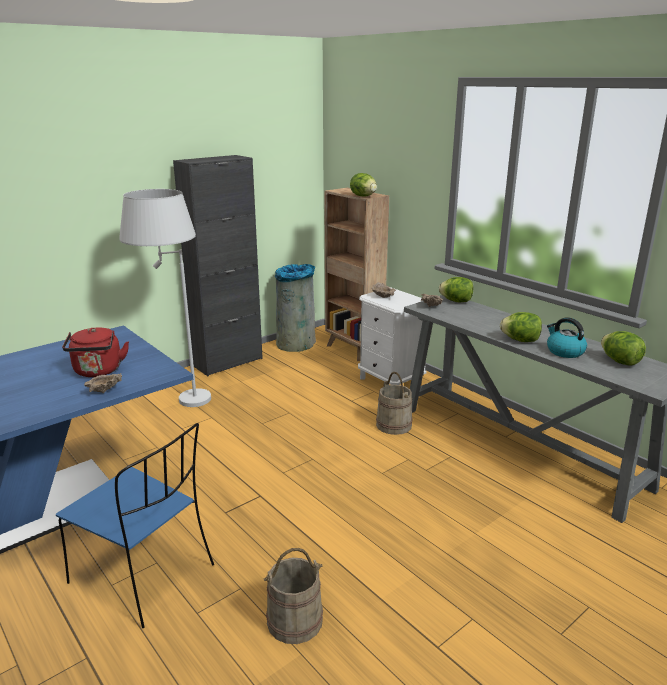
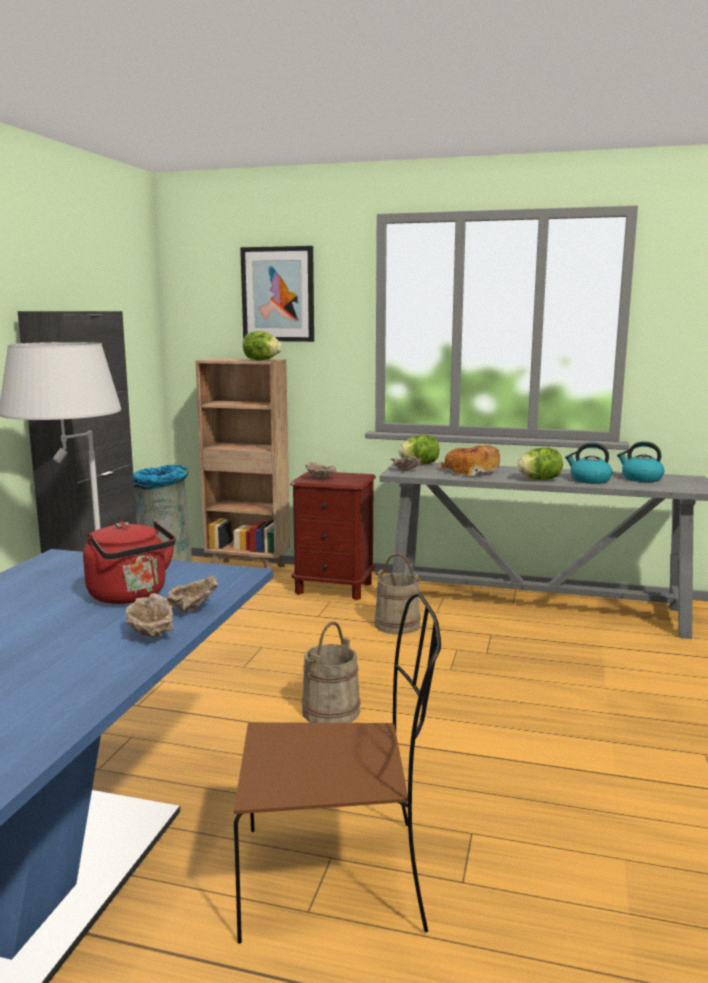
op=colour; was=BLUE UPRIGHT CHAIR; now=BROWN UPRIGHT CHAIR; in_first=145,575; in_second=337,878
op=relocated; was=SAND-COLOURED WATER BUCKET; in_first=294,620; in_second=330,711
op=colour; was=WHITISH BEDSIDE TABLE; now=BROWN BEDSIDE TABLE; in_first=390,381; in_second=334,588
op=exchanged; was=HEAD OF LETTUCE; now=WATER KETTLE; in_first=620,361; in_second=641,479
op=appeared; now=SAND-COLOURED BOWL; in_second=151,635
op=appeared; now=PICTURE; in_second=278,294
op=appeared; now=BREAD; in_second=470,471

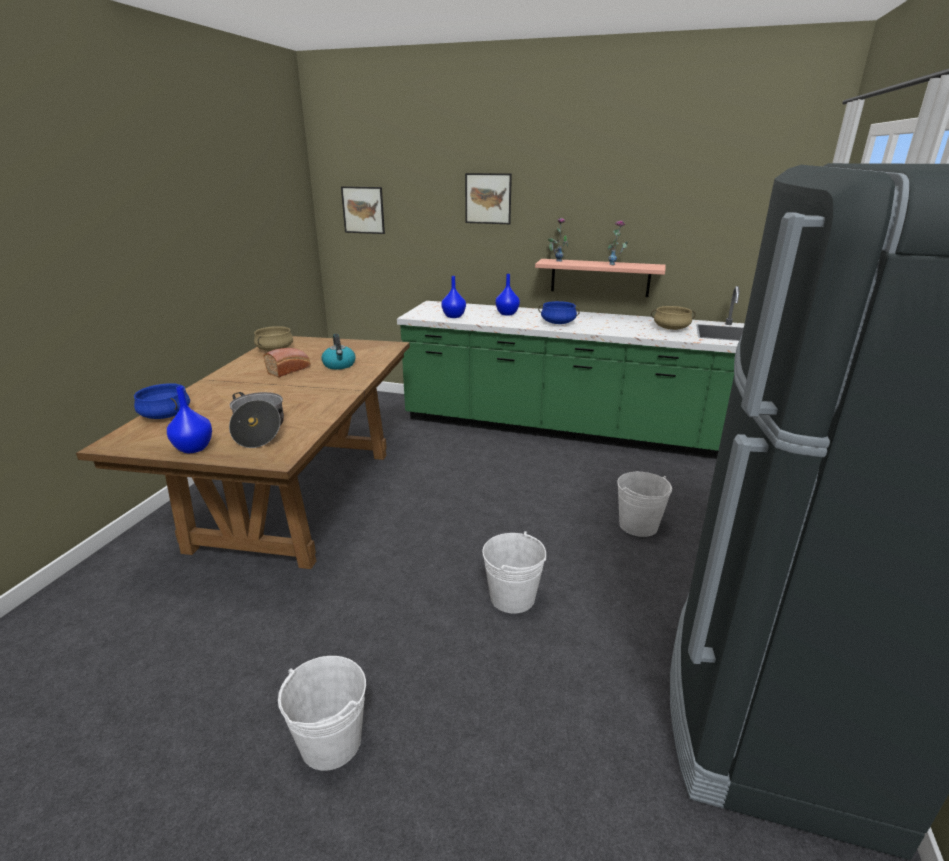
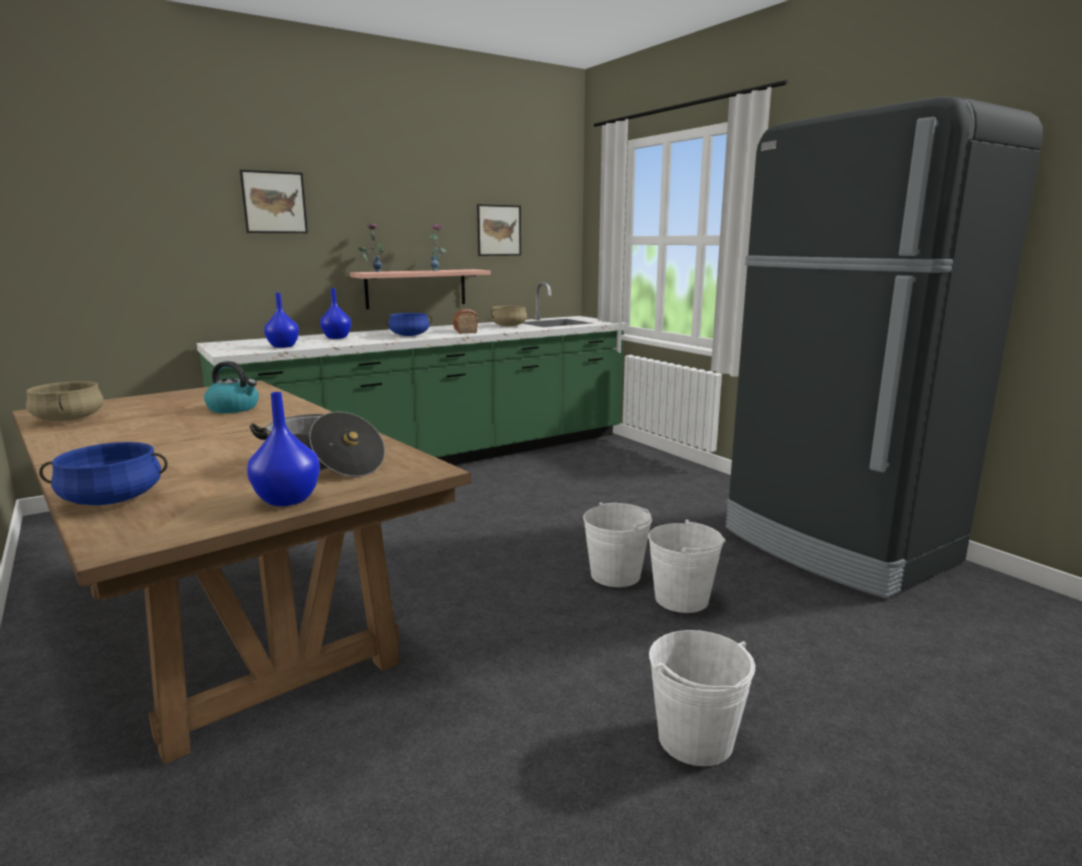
op=relocated; was=BREAD; in_first=290,370; in_second=465,331
op=relocated; was=PICTURE; in_first=363,210; in_second=499,230
op=relocated; was=WHITISH WATER BUCKET; in_first=638,525; in_second=681,599

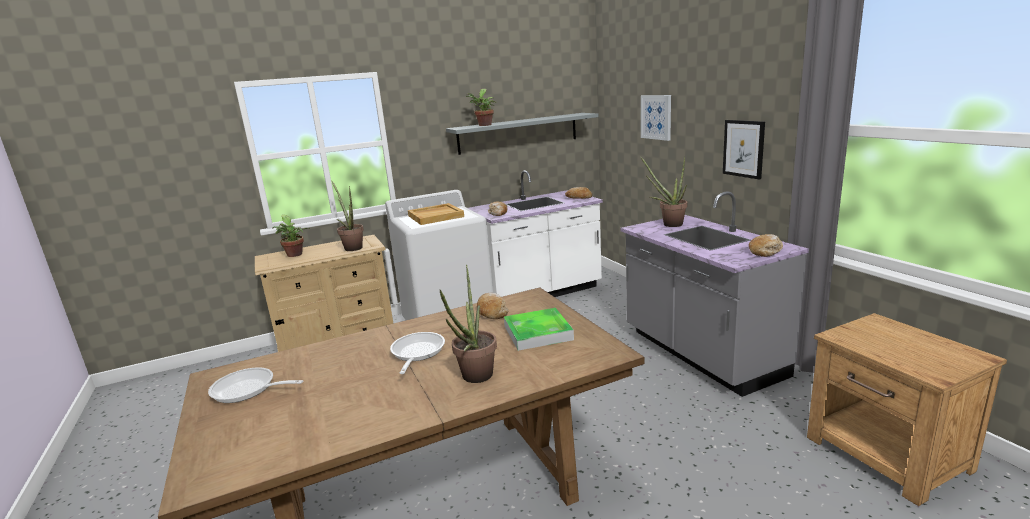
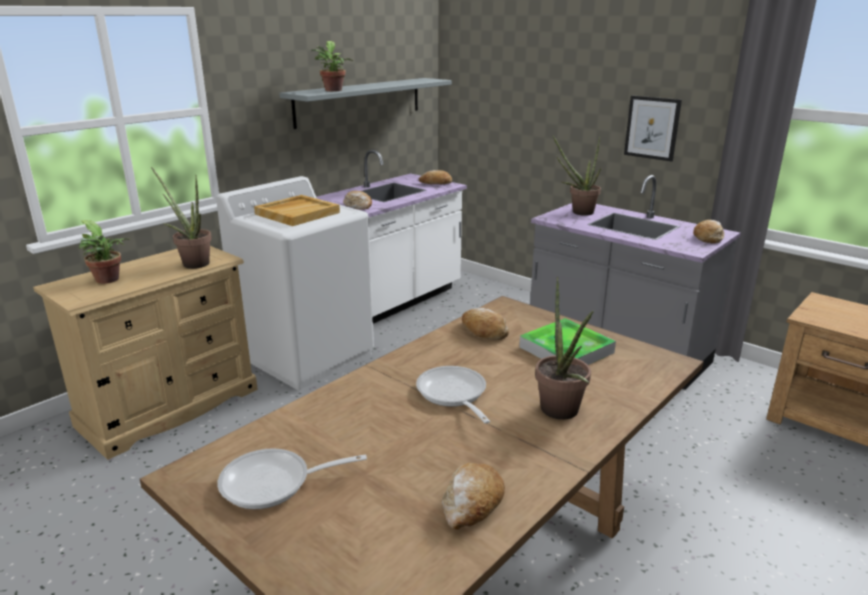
op=missing; was=PICTURE; in_first=656,117
op=appeared; now=BREAD; in_second=471,504

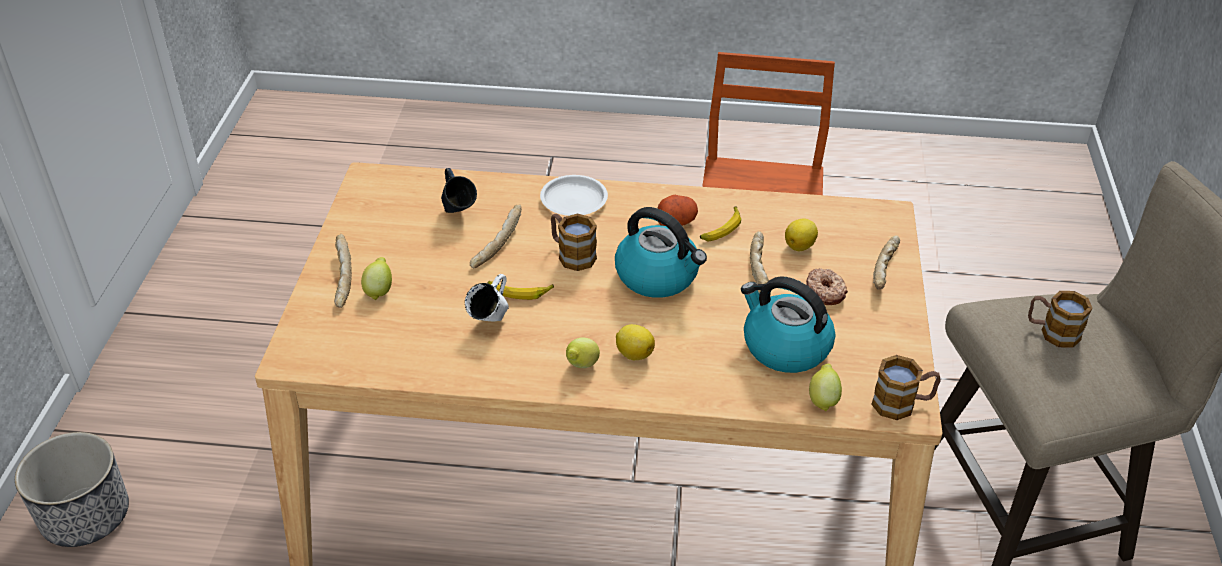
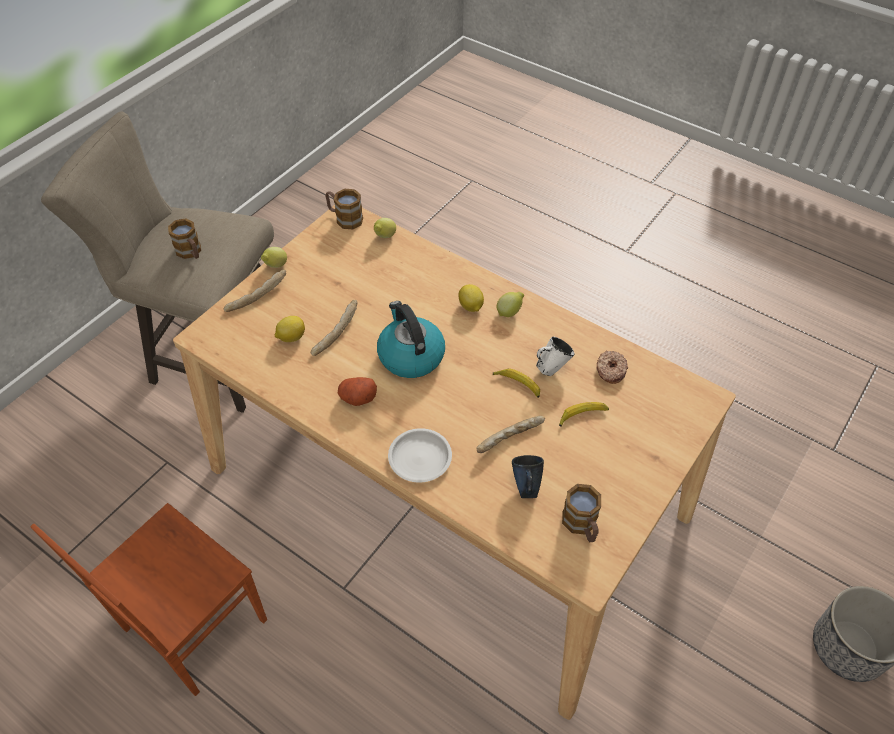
op=missing; was=BREAD; in_first=341,278
op=relocated; was=LEMON; in_first=379,290; in_second=275,266
op=relocated; was=MUG; in_first=571,254; in_second=582,526
op=relocated; was=BANANA FRUIT; in_first=721,229; in_second=582,416
op=missing; was=WATER KETTLE; in_first=784,347
op=relocated; was=RING DOUGHNUT; in_first=825,292; in_second=610,370

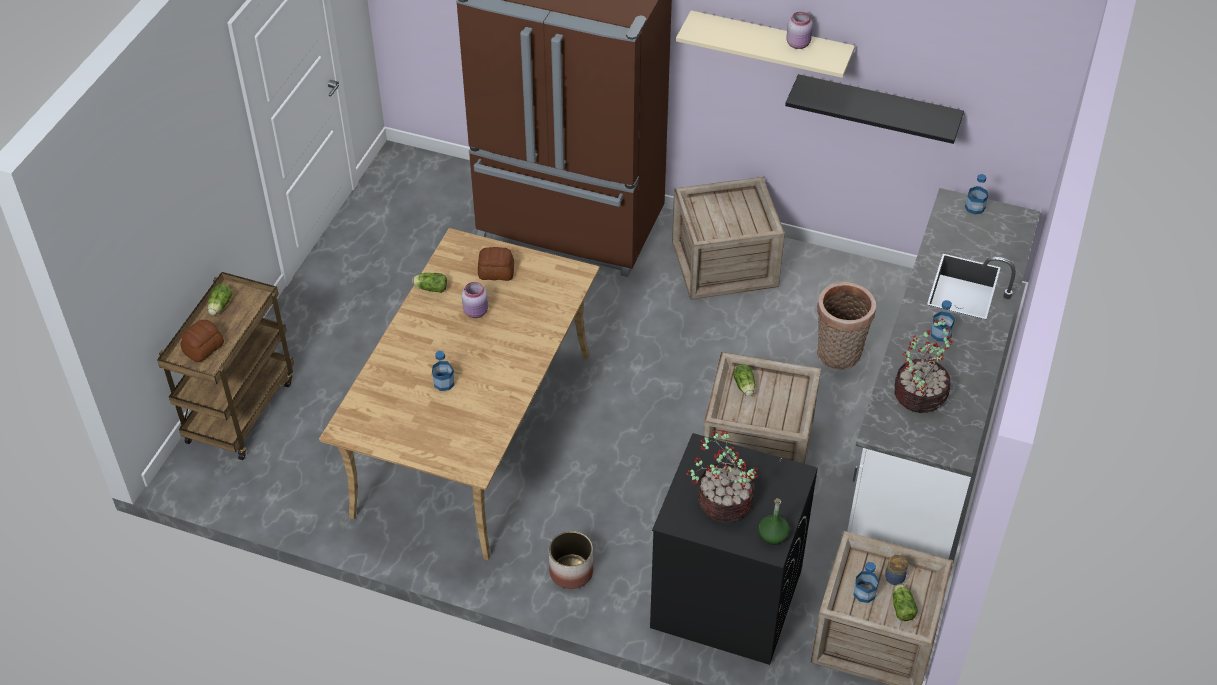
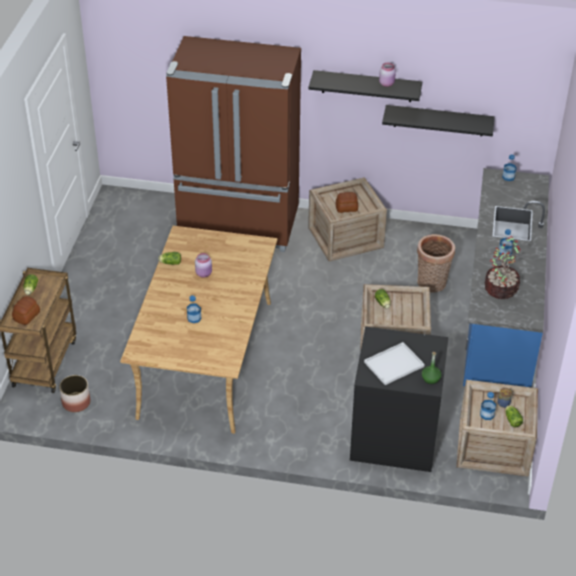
op=relocated; was=BREAD; in_first=496,272; in_second=347,208
op=relocated; was=PLANTER; in_first=571,572; in_second=76,403
op=colour; was=SAND-COLOURED WALL SHELF; now=BLACKISH WALL SHELF; in_first=770,43; in_second=367,86
op=exchanged; was=POTTED PLANT; now=WHITISH SERVING TRAY; in_first=722,502; in_second=394,363
op=colour; was=WHITISH COUNTER; now=BLUE COUNTER; in_first=930,421; in_second=498,316

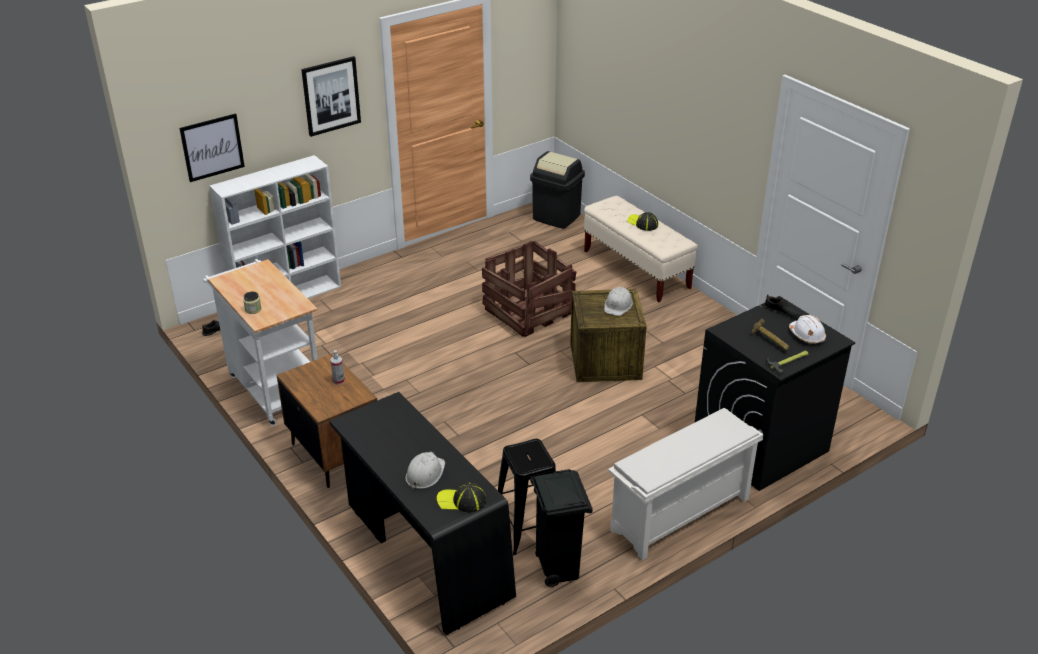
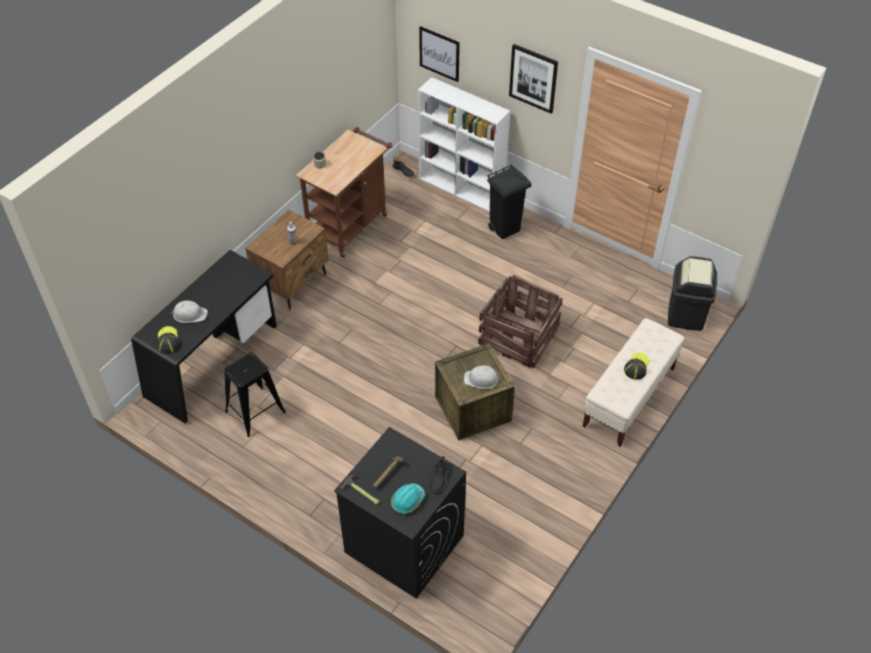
op=colour; was=WHITISH TROLLEY; now=BROWN TROLLEY; in_first=273,387; in_second=351,224
op=relocated; was=BLACKISH TRASH CAN; in_first=557,569; in_second=505,229
op=missing; was=WHITISH SHOE SHELF; in_first=679,516
op=colour; was=WHITISH WORK HELMET; now=TURQUOISE-COLOURED WORK HELMET; in_first=807,335; in_second=407,501

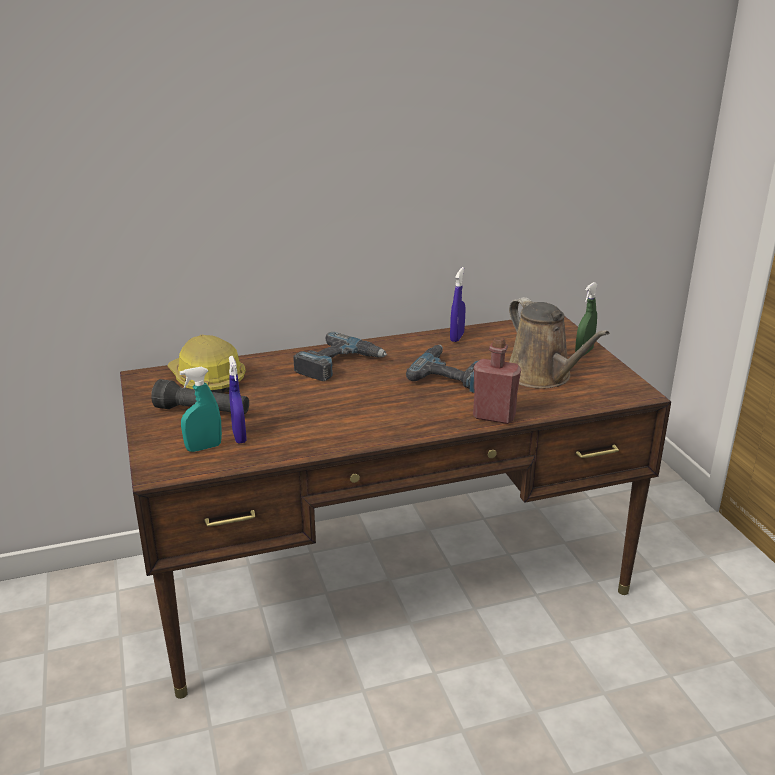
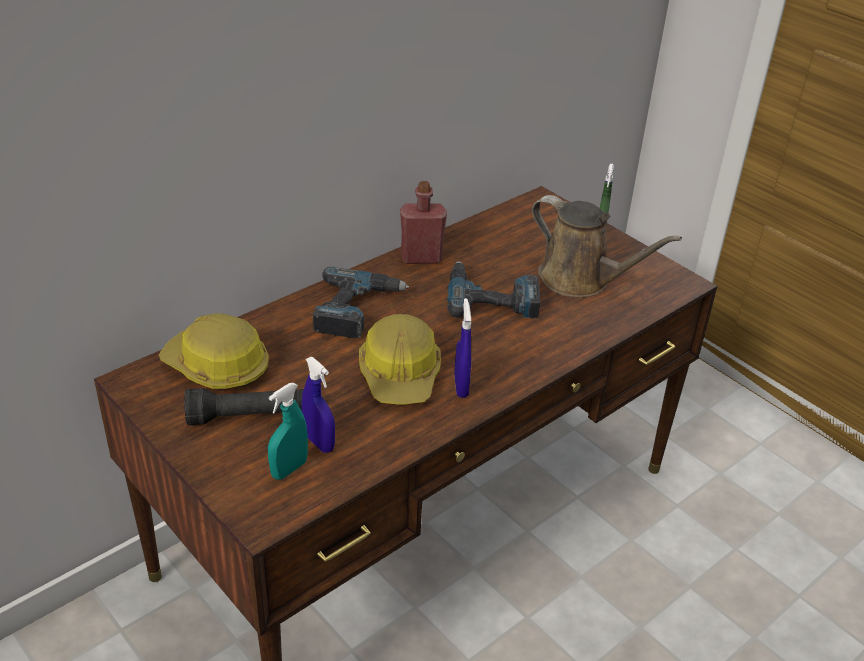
op=relocated; was=BLUE HAND SPRAYER; in_first=457,337; in_second=461,386
op=relocated; was=REDDISH BOTTLE; in_first=494,416; in_second=421,258
op=appeared; now=WORK HELMET; in_second=400,374

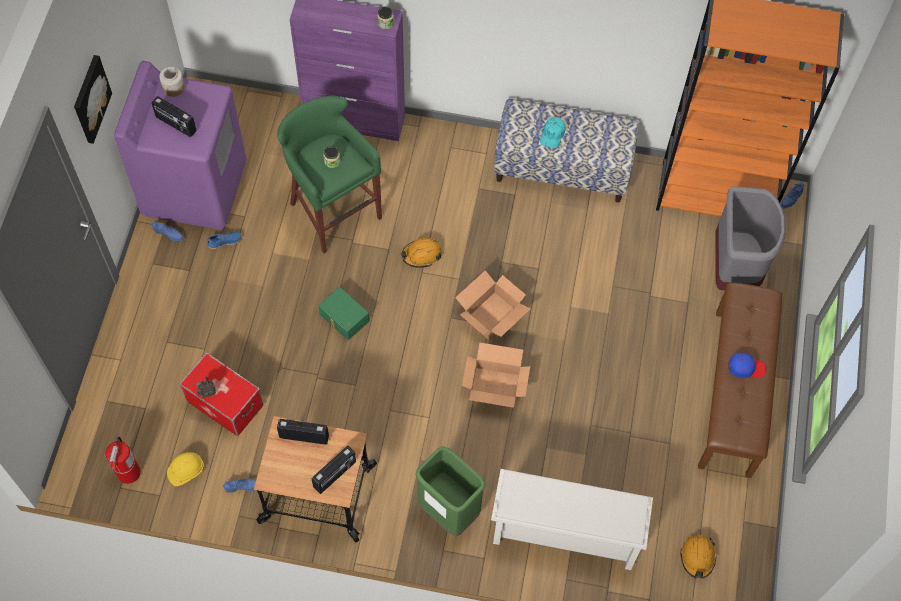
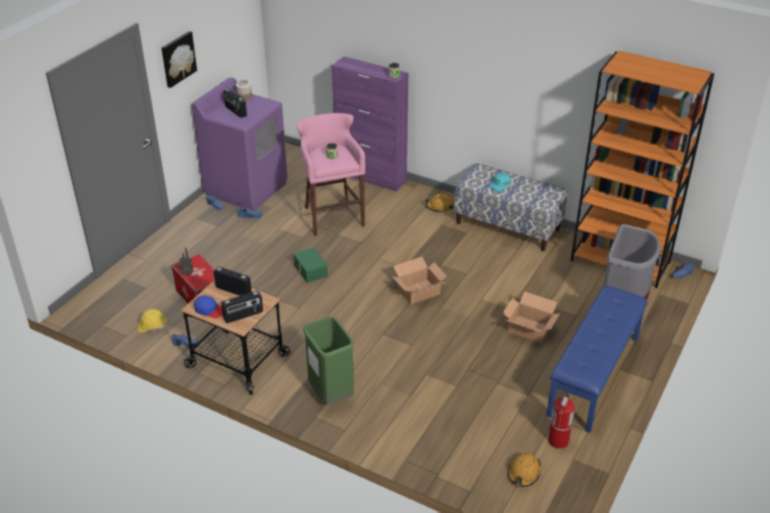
op=relocated; was=FIRE EXTINGUISHER; in_first=129,473; in_second=558,441
op=colour; was=GREENISH SITTING STOOL; now=PINKISH SITTING STOOL; in_first=333,210; in_second=332,216
op=relocated; was=ORANGE-COLOURED WORK HELMET; in_first=421,255; in_second=440,207
op=relocated; was=CARTON; in_first=495,387; in_second=529,329
op=missing; was=WHITISH SHOE SHELF; in_first=563,535
op=colour; was=BROWN BENCH; now=BLUE BENCH; in_first=734,393; in_second=594,376
op=relocated; was=BLUE PEAKED CAP; in_first=746,367; in_second=209,310

